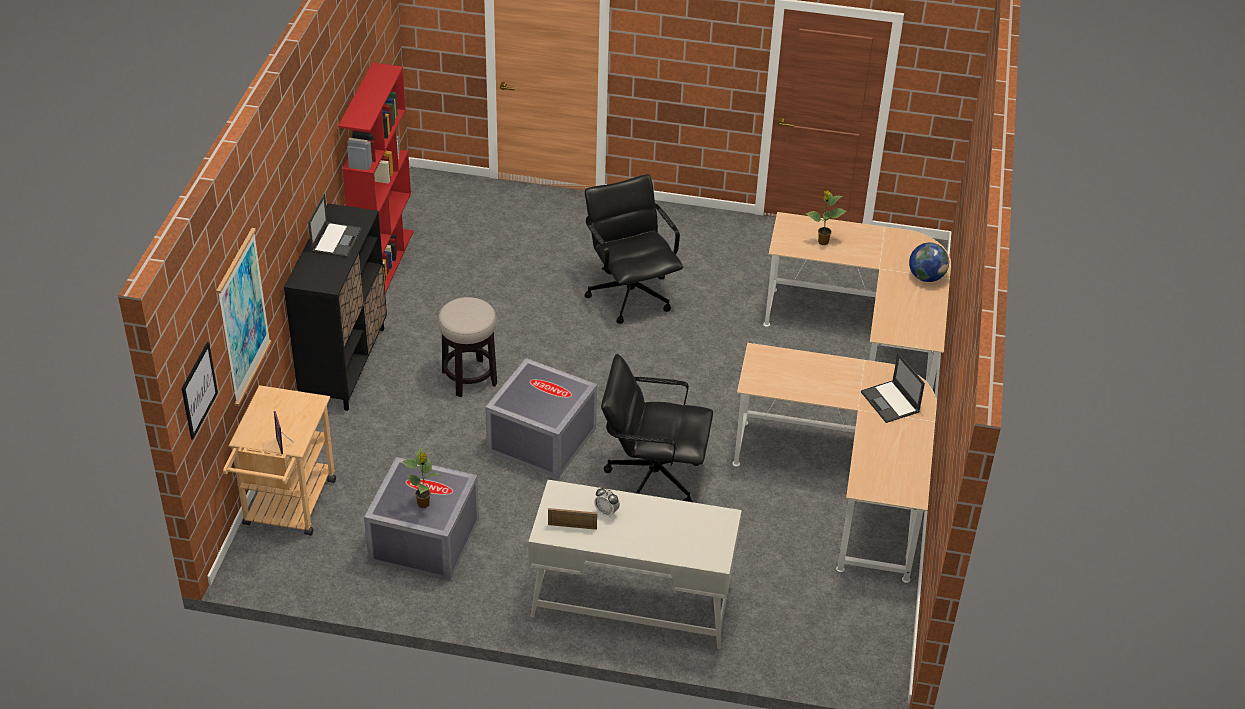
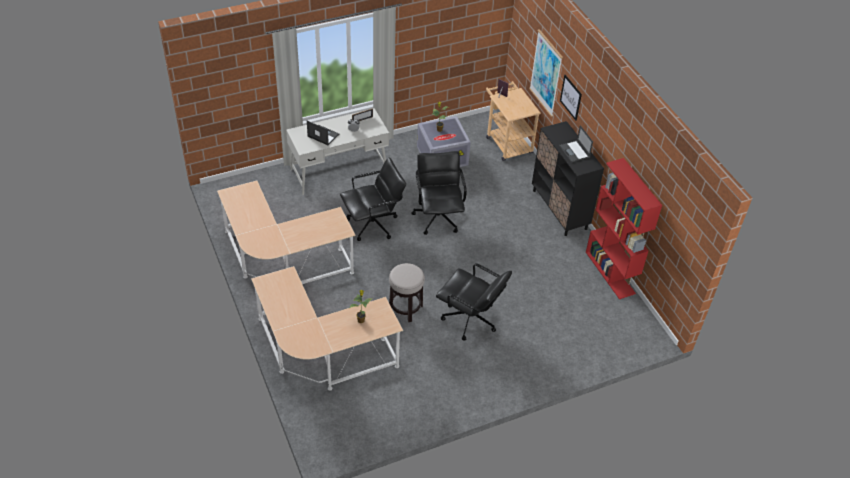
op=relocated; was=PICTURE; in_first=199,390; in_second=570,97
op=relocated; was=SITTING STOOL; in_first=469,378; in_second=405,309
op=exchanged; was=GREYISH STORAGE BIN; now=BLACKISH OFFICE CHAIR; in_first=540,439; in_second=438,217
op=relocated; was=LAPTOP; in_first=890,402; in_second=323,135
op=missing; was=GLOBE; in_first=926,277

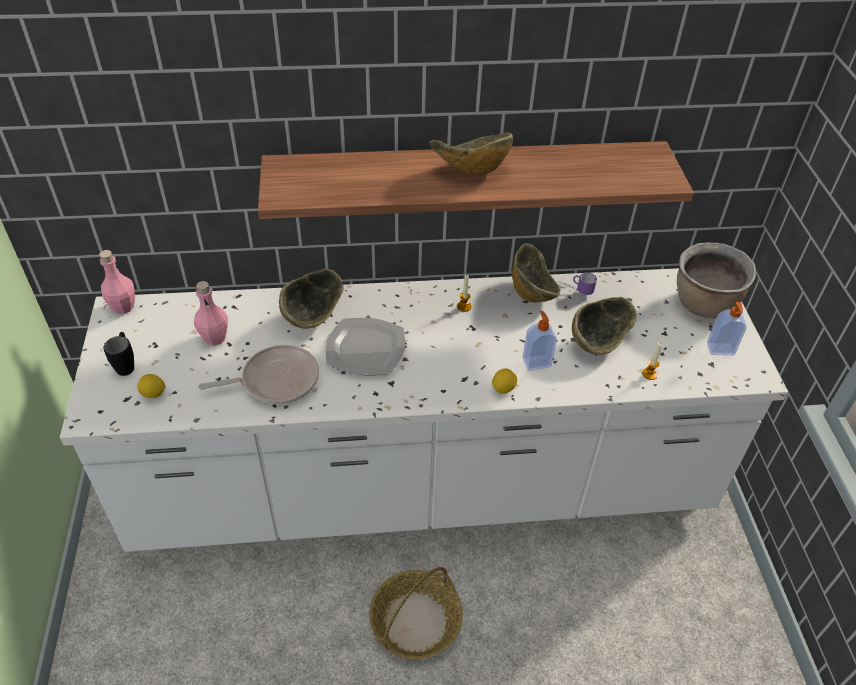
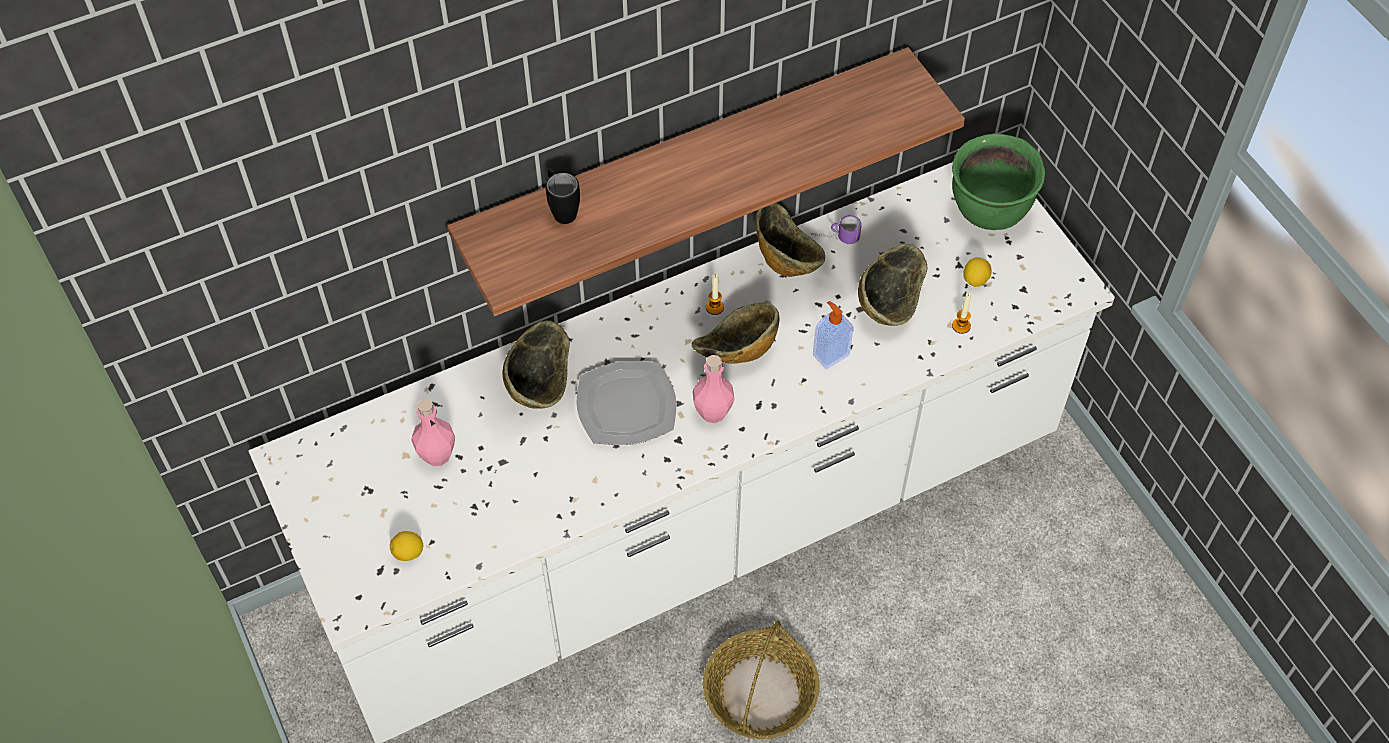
op=relocated; was=PINKISH BOTTLE; in_first=123,307; in_second=713,412
op=relocated; was=BLACKISH MUG; in_first=126,364; in_second=561,209
op=missing; was=SKILLET; in_first=275,380
op=relocated; was=BOWL; in_first=471,171; in_second=737,352
op=relocated; was=LEMON; in_first=503,388; in_second=975,280
op=colour; was=BROWN SAUCEPOT; now=GREENISH SAUCEPOT; in_first=703,305; in_second=989,210
op=missing; was=LIQUID SOAP BOTTLE; in_first=720,350

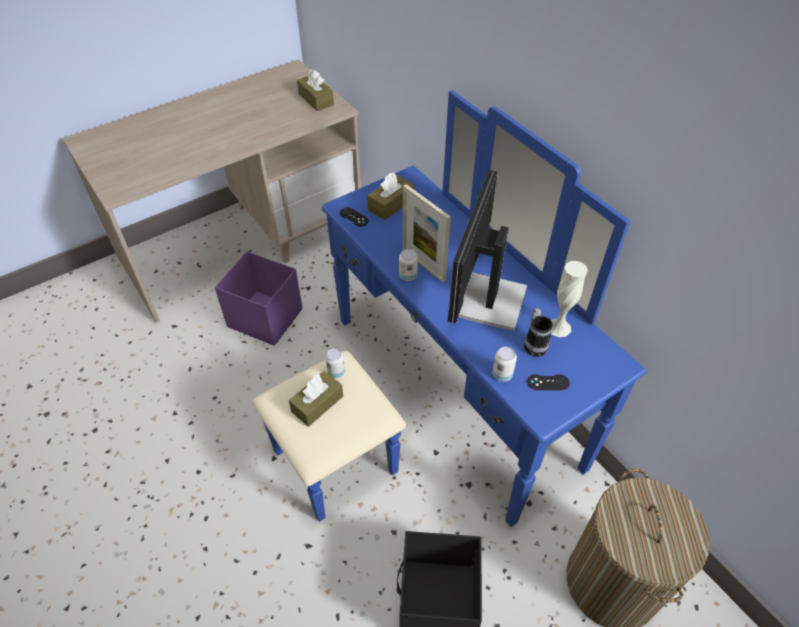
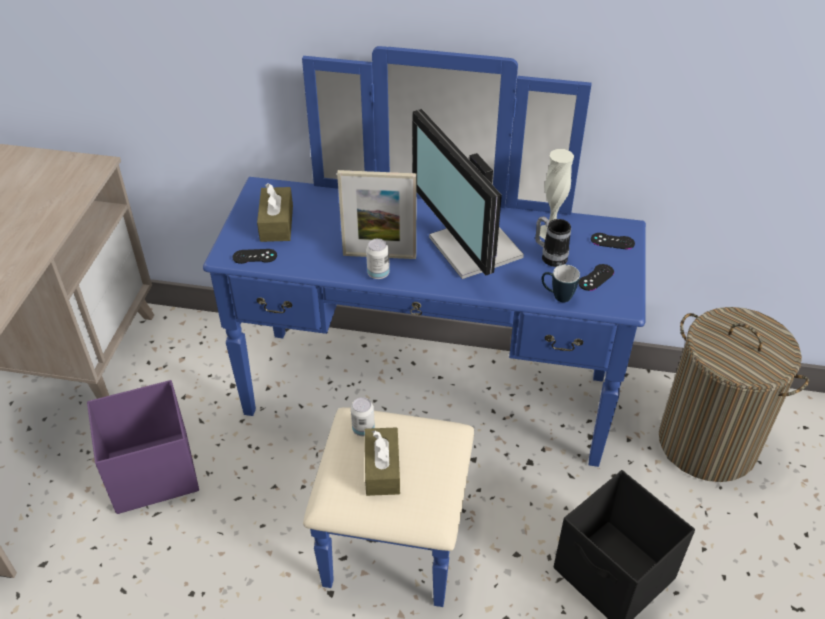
op=missing; was=BROWN TISSUE BOX; in_first=316,99
op=exchanged; was=CAN; now=MUG; in_first=502,374; in_second=557,296
op=appeared; now=BLACKISH GAME CONTROLLER; in_second=612,241

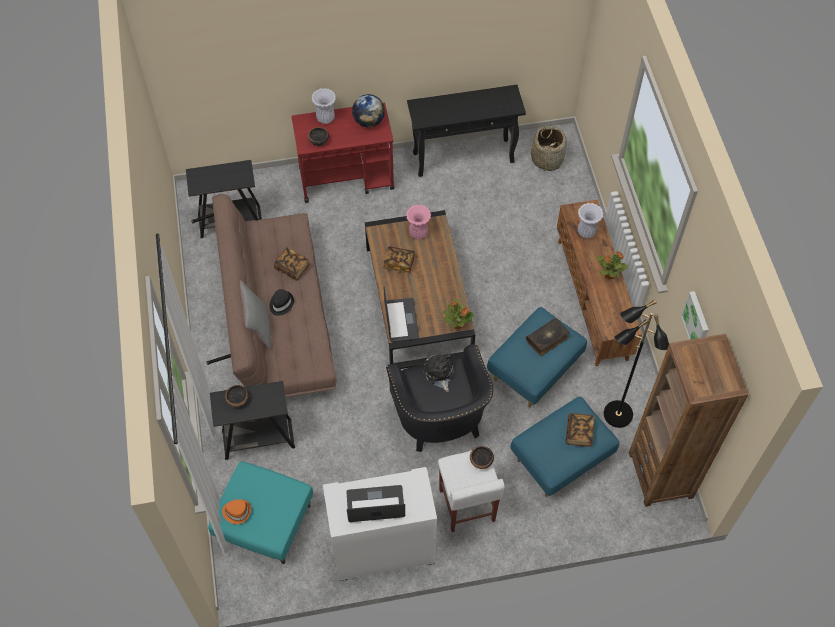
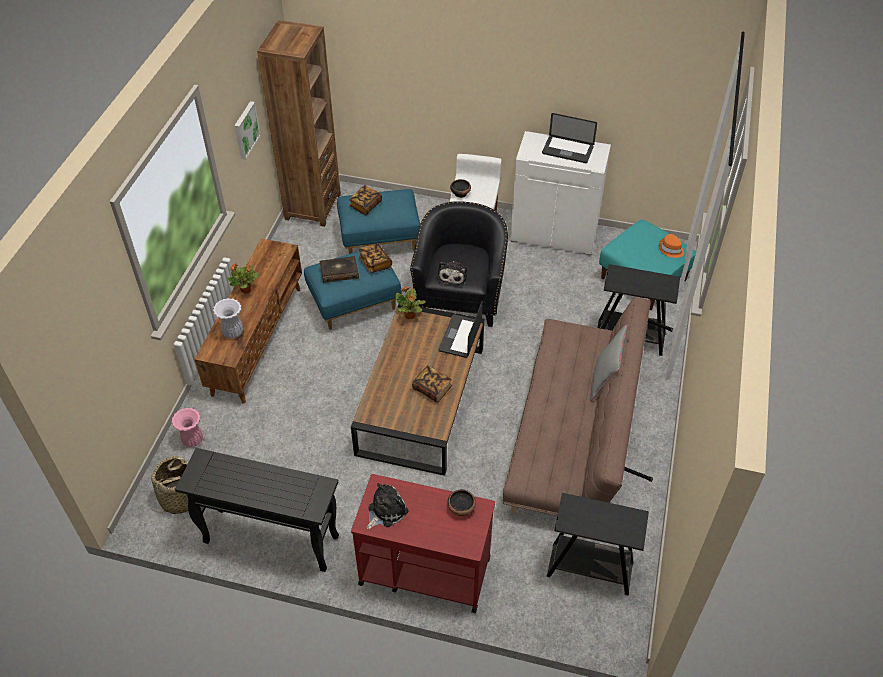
op=missing; was=BOWL; in_first=238,400
op=missing; was=BLACKISH CLOTHING HAT; in_first=281,304
op=relocated; was=VOLUME; in_first=292,268; in_second=375,263
op=missing; was=WHITISH VASE; in_first=325,118
op=exchanged; was=GLOBE; now=PLUSH TOY; in_first=369,121; in_second=385,511
op=relocated; was=PINKISH VASE; in_first=418,233; in_second=192,440
op=missing; was=BLACKISH STANDARD LAMP; in_first=617,415

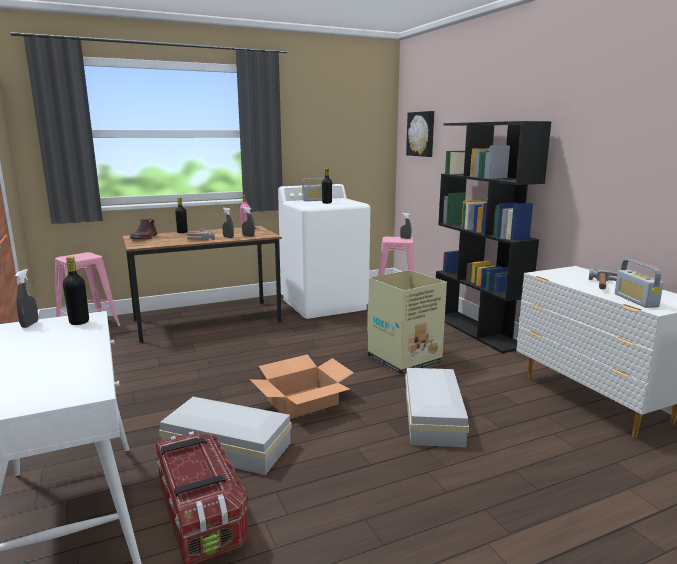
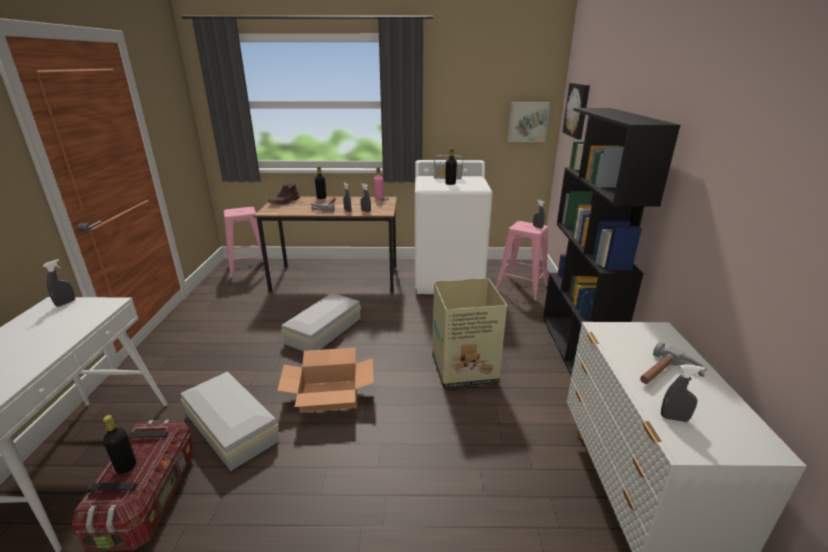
op=relocated; was=BLACKISH BOTTLE; in_first=79,322; in_second=126,466
op=relocated; was=WHITISH STORAGE BIN; in_first=434,416; in_second=325,330
op=exchanged; was=RADIO RECEIVER; now=GREYISH HAND SPRAYER; in_first=636,300; in_second=674,418
op=appeared; now=PICTURE; in_second=528,122

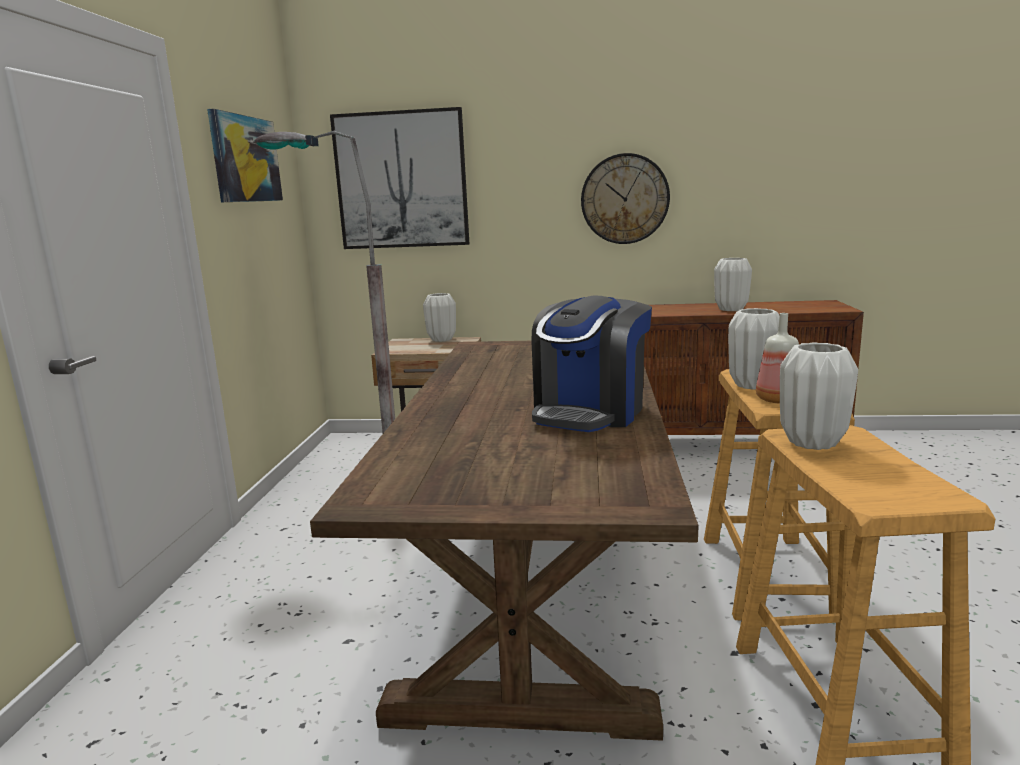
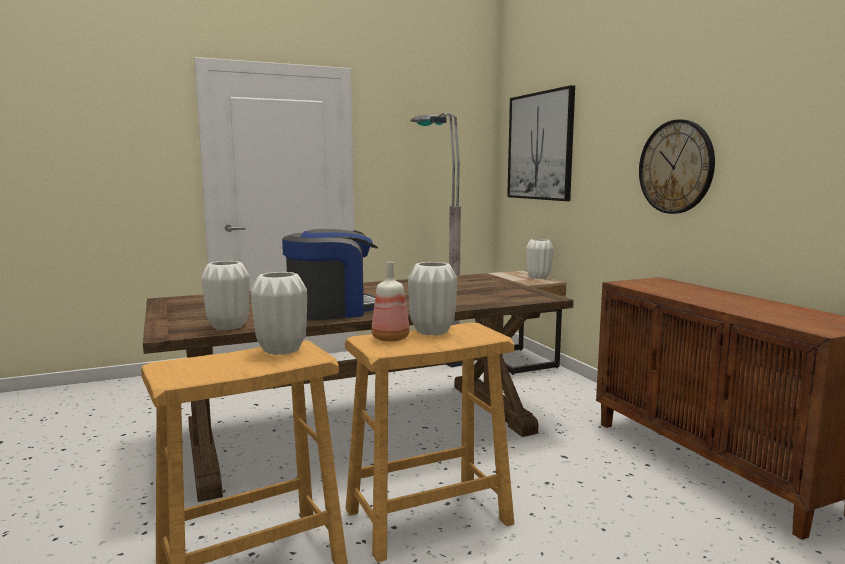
op=missing; was=PICTURE; in_first=245,159
op=spun; was=COFFEE MACHINE; in_first=589,412; in_second=332,310; clockwise=150
op=relocated; was=WHITISH VASE; in_first=731,309; in_second=228,326

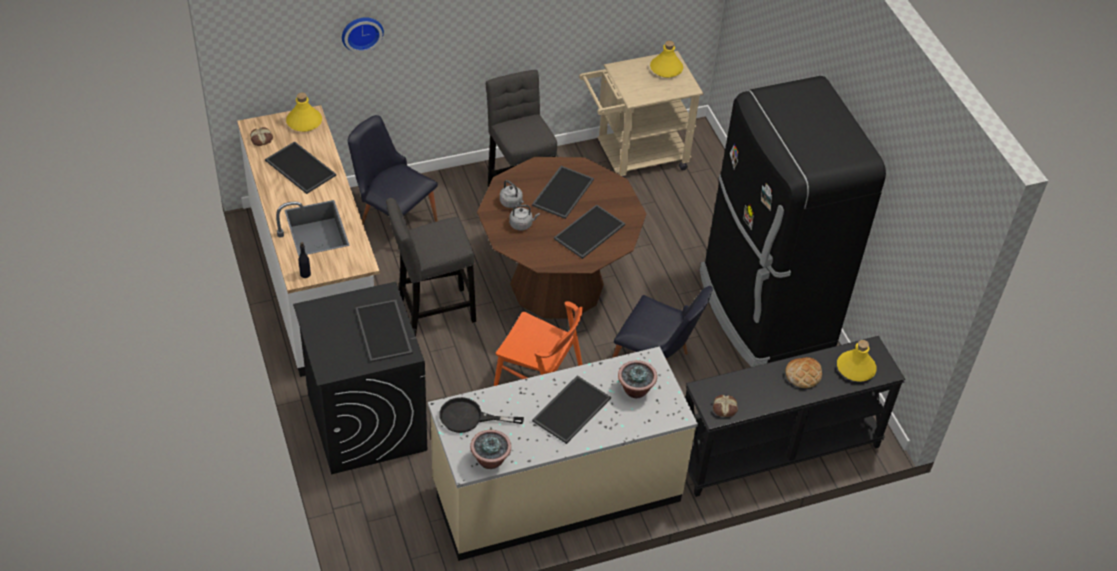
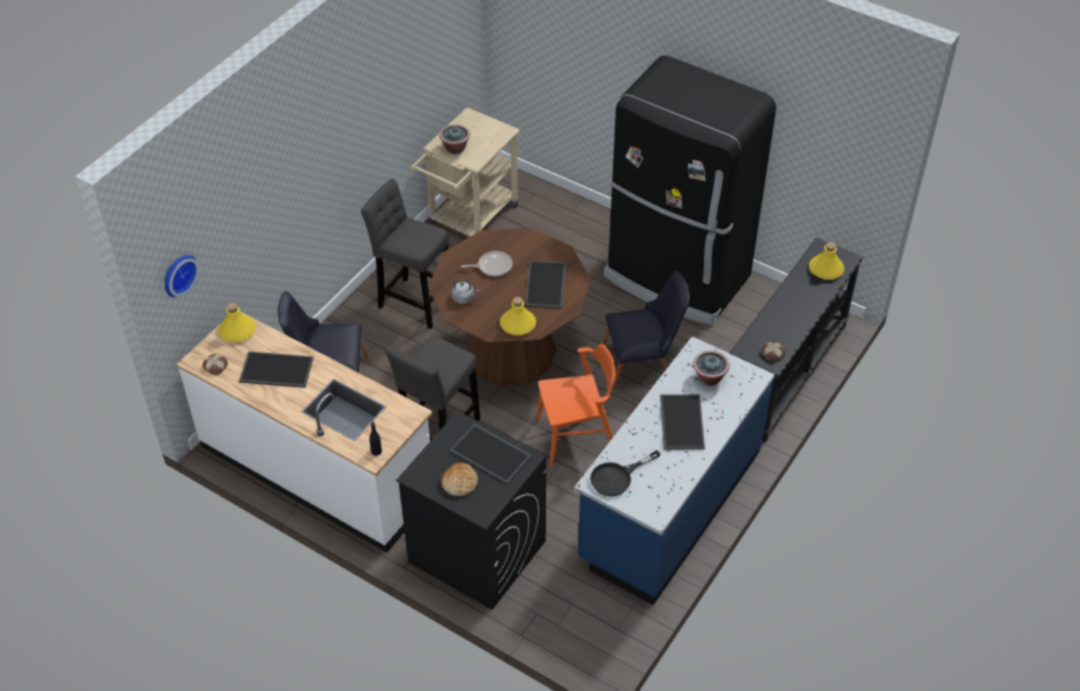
op=relocated; was=HANGING CLOCK; in_first=361,32; in_second=178,274
op=colour; was=SAND-COLOURED COUNTER; now=BLUE COUNTER; in_first=556,491; in_second=669,505
op=relocated; was=POTTED PLANT; in_first=490,460; in_second=455,148
op=missing; was=GREYISH WATER KETTLE; in_first=522,224
op=exchanged; was=SERVING TRAY; now=SKILLET; in_first=562,191; in_second=493,266
op=relocated; was=YELLOW BOTTLE; in_first=666,69; in_second=518,324
op=relocated; was=BREAD; in_first=803,374; in_second=459,482

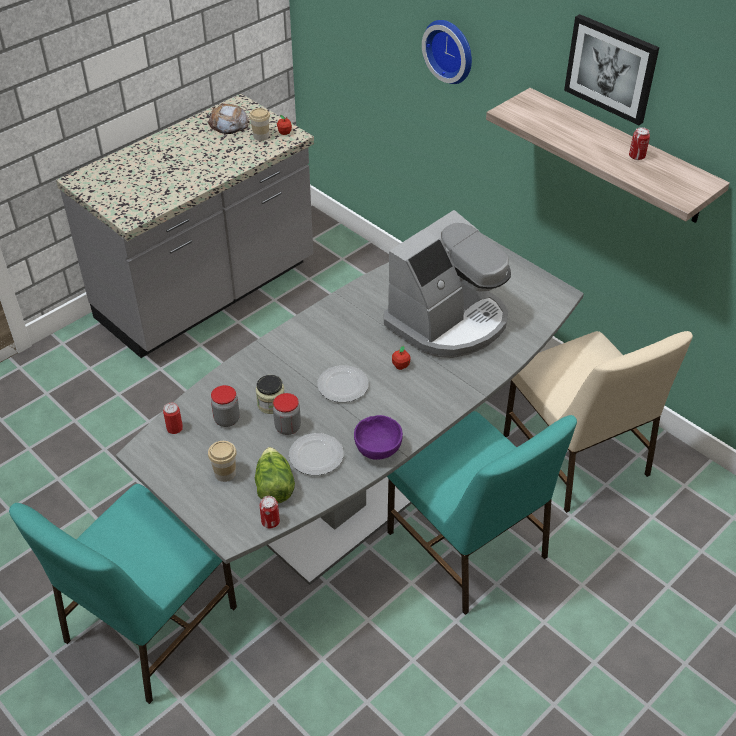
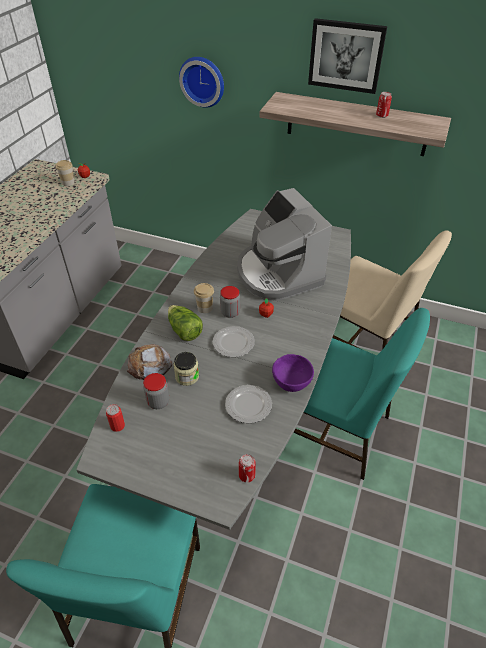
op=relocated; was=BREAD; in_first=228,124; in_second=149,365
op=relocated; was=CUP; in_first=225,473; in_second=205,308
op=relocated; was=HEAD OF LETTUCE; in_first=274,486; in_second=184,330
op=relocated; was=PRESERVE JAR; in_first=288,427; in_second=230,312
op=spun; was=COFFEE MACHINE; in_first=448,322; in_second=278,273; clockwise=135

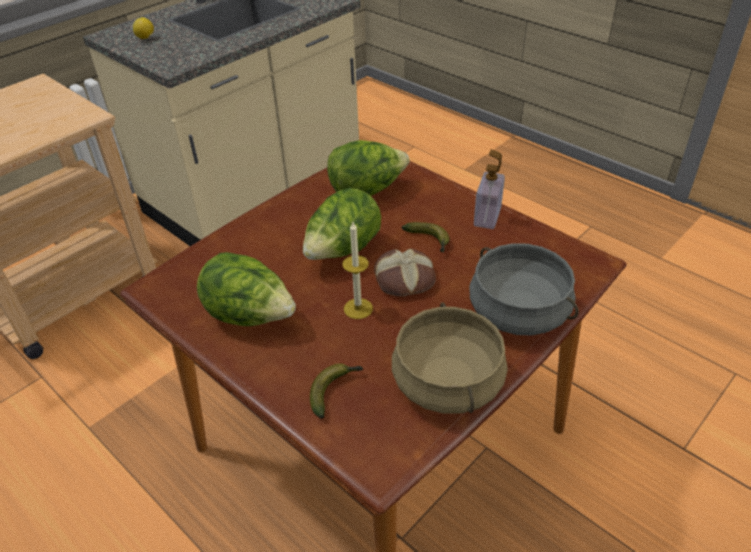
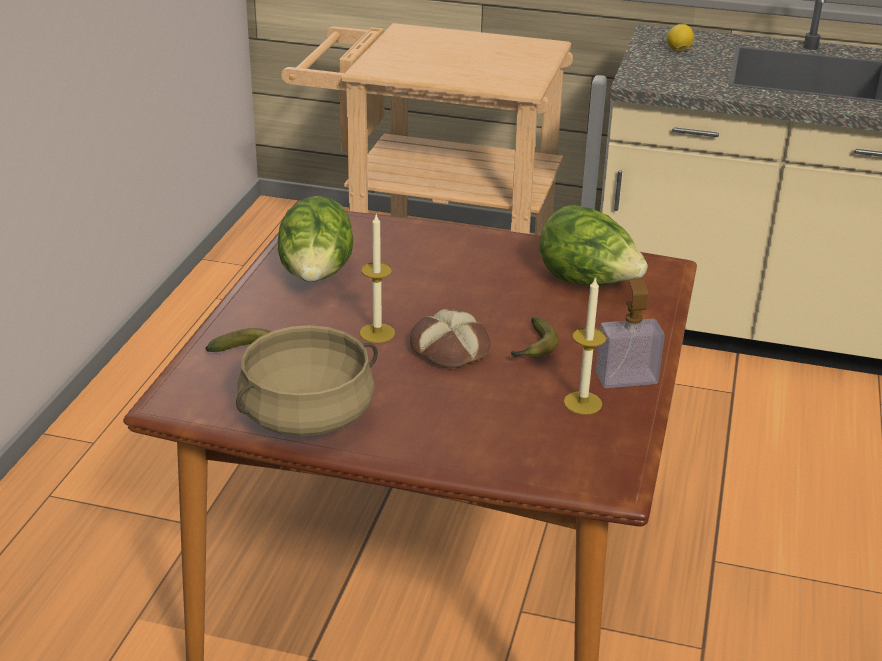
op=missing; was=HEAD OF LETTUCE; in_first=343,252
op=missing; was=GREYISH SAUCEPOT; in_first=519,312
op=appeared; now=CANDLE; in_second=582,403

